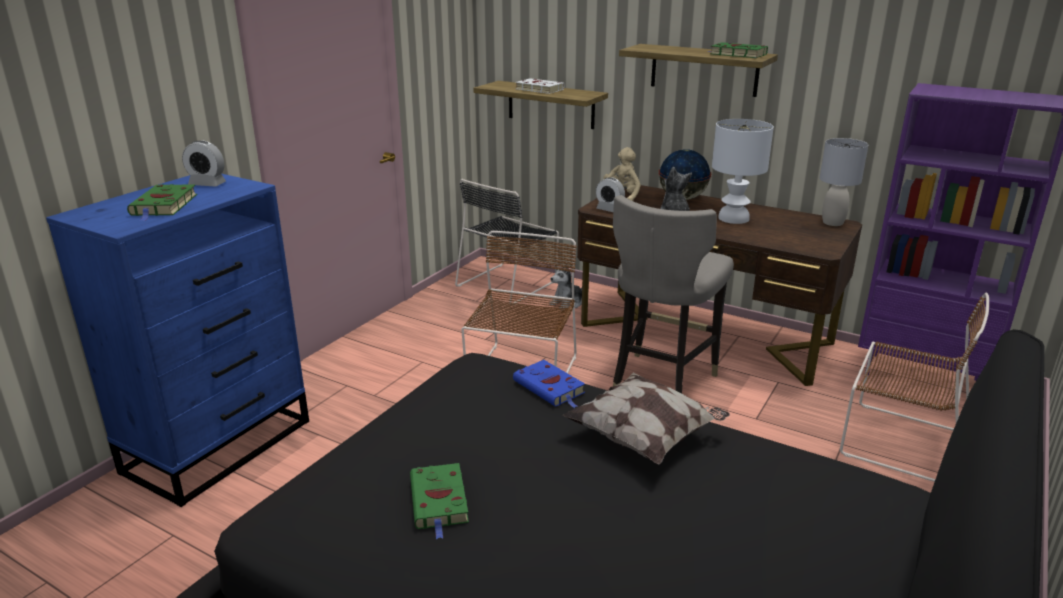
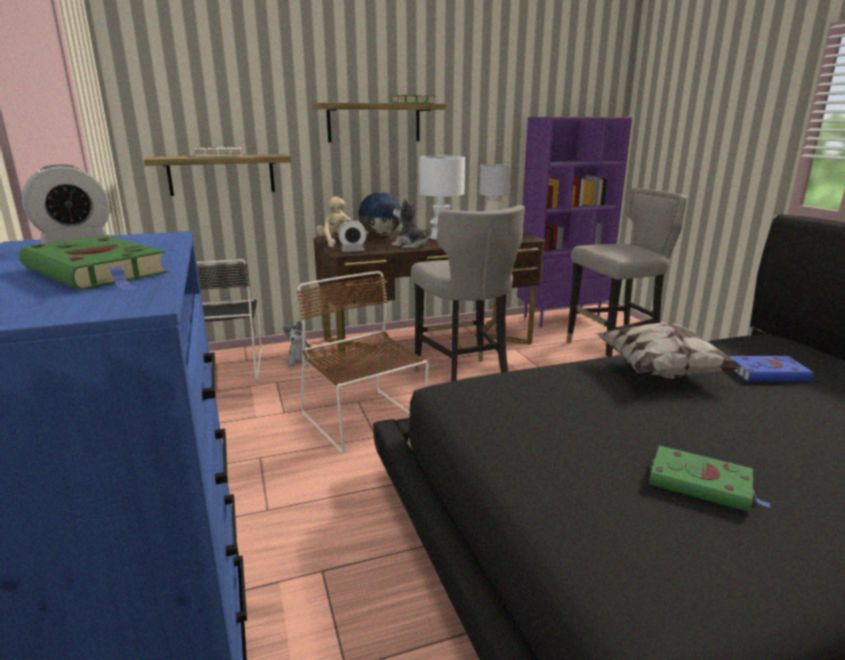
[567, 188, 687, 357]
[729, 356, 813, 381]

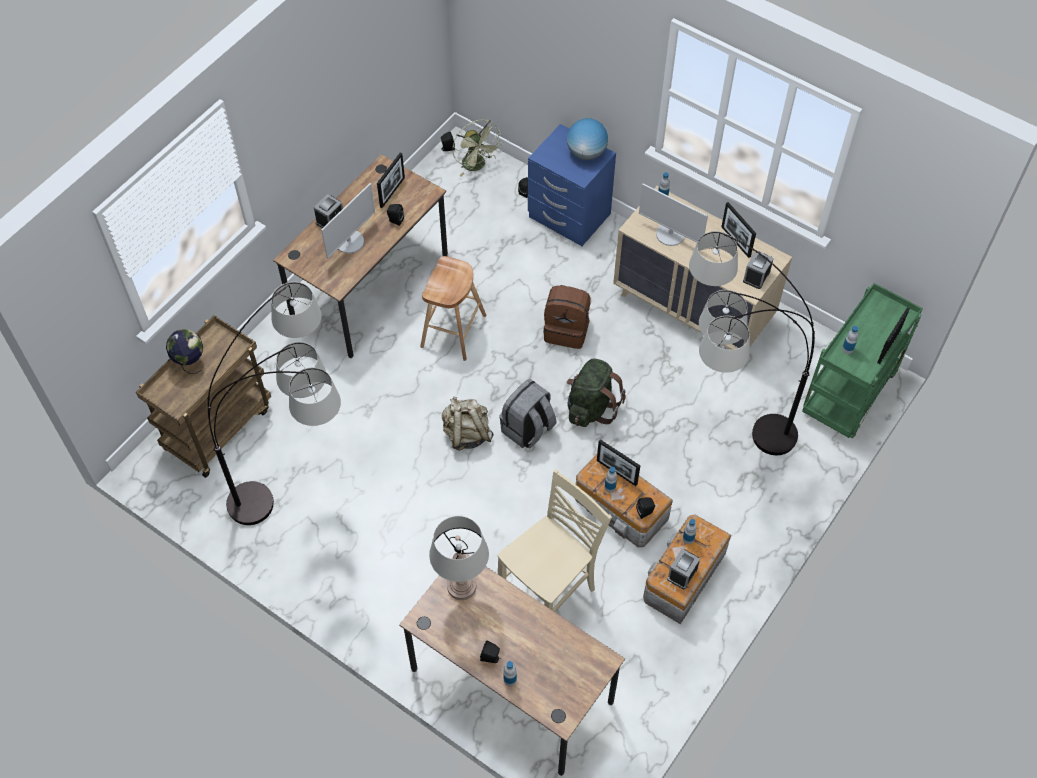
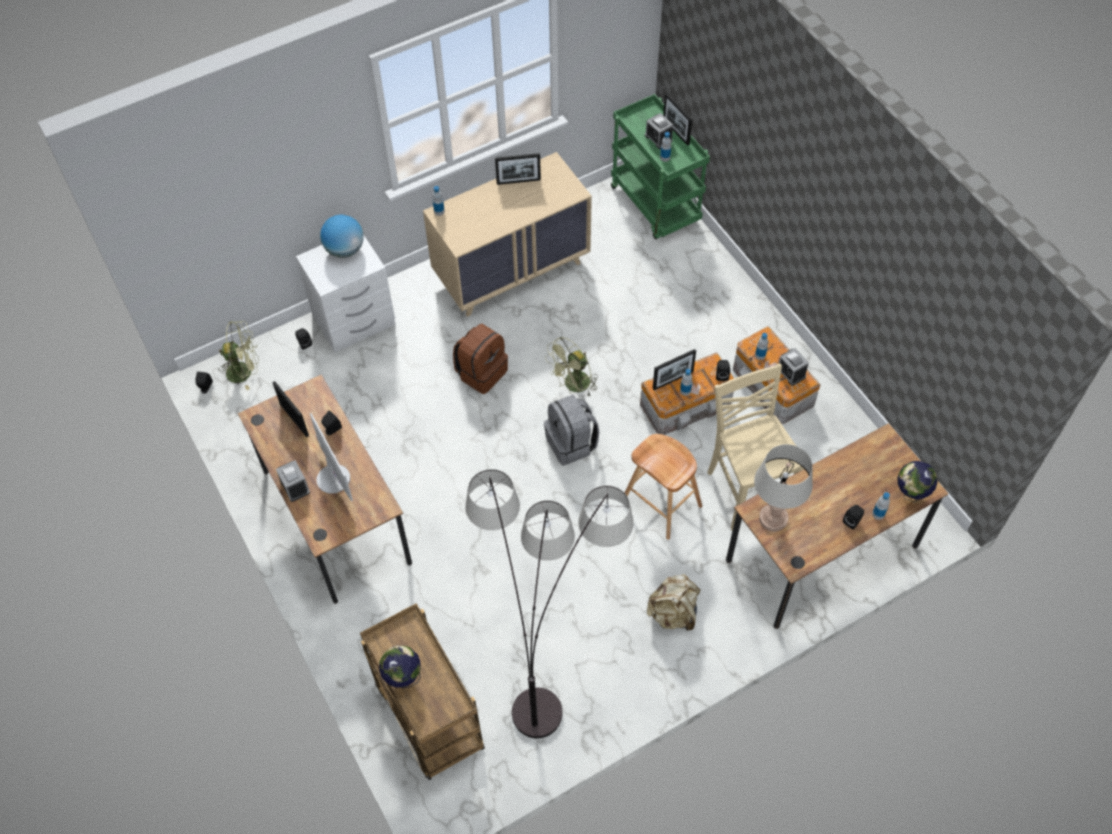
[296, 236, 395, 352]
[545, 337, 598, 396]
[624, 434, 702, 540]
[645, 113, 673, 149]
[647, 574, 700, 631]
[897, 461, 938, 502]
[639, 184, 708, 246] (first image)
[689, 231, 815, 455] (first image)

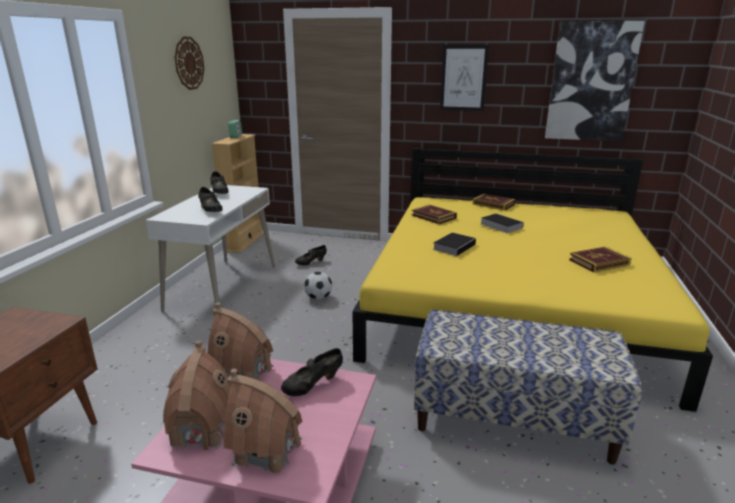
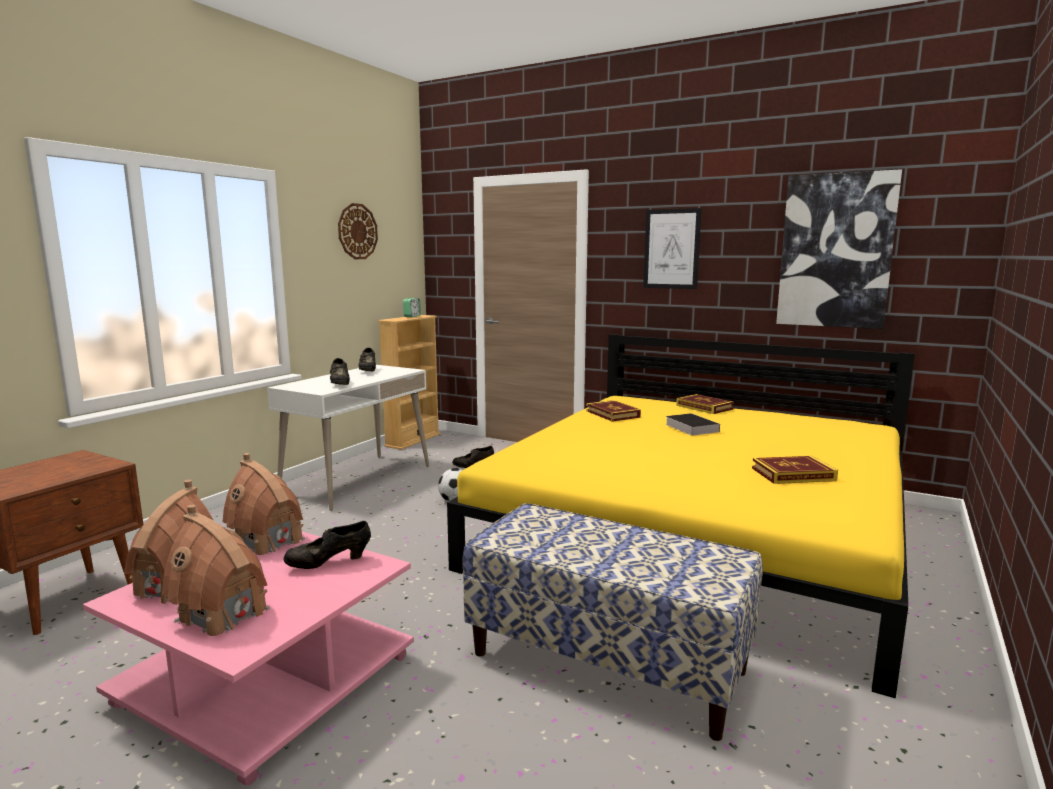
[433, 233, 476, 256] (first image)

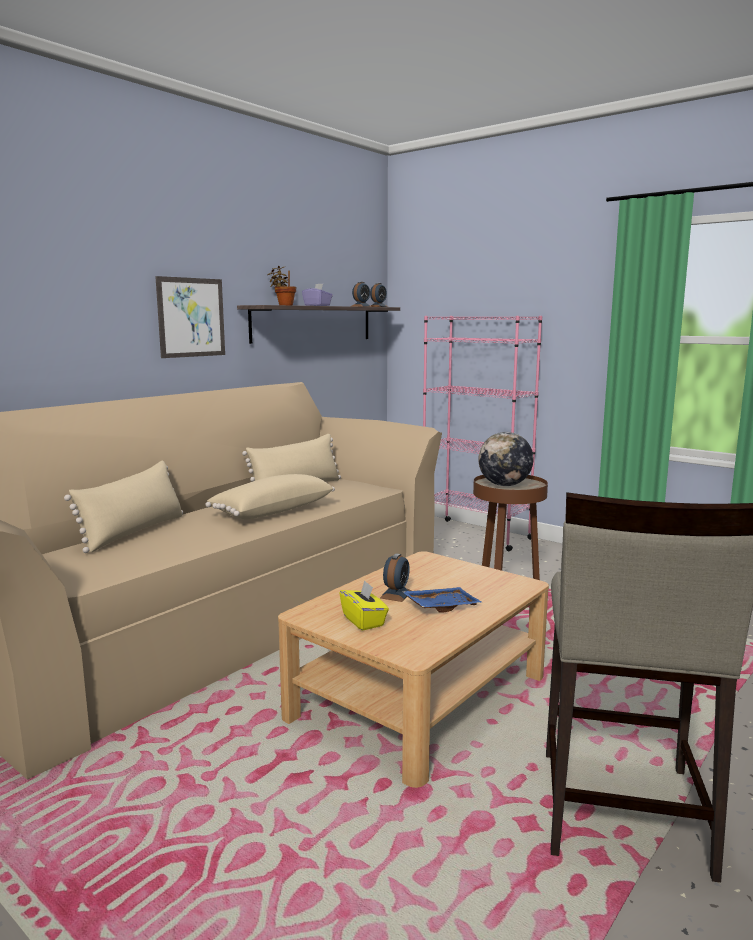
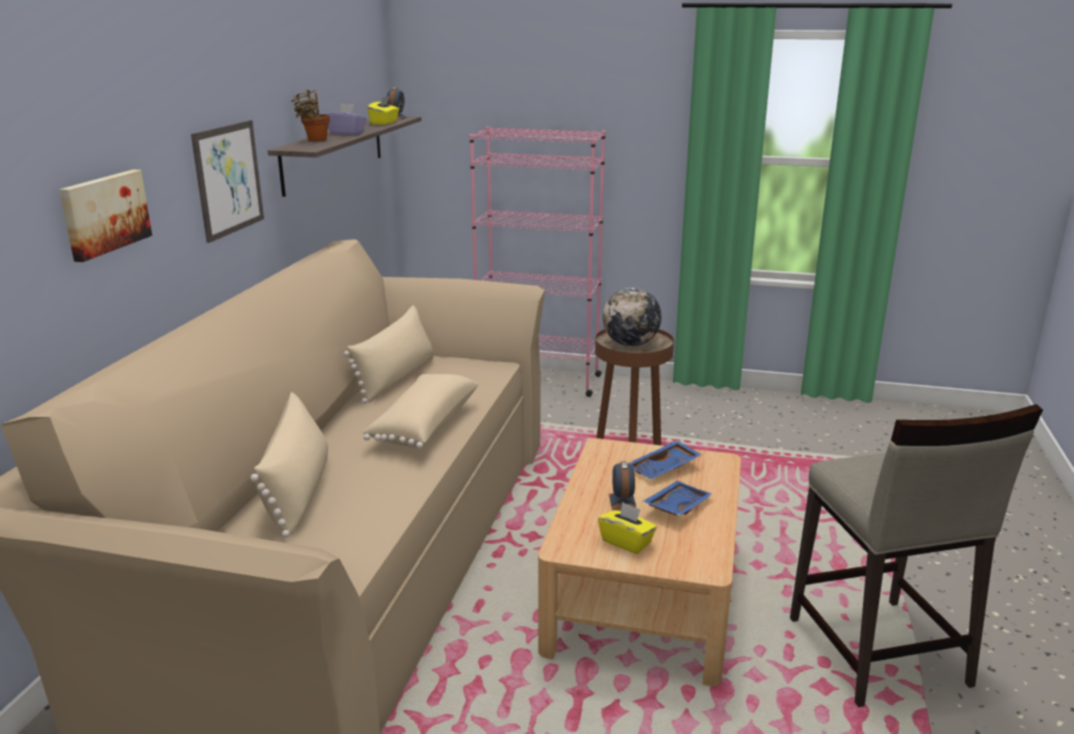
[59, 170, 152, 262]
[367, 96, 399, 125]
[628, 440, 702, 479]

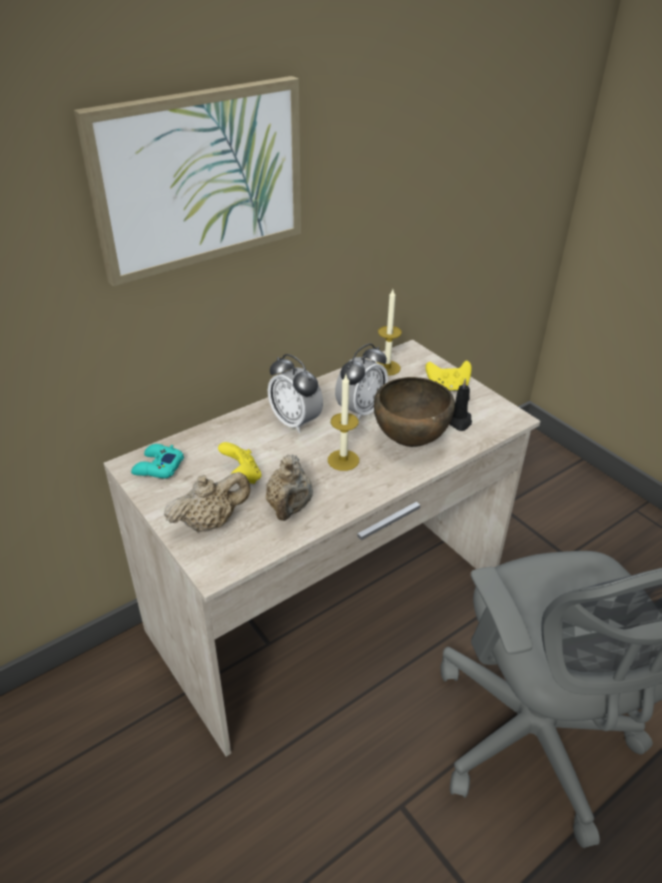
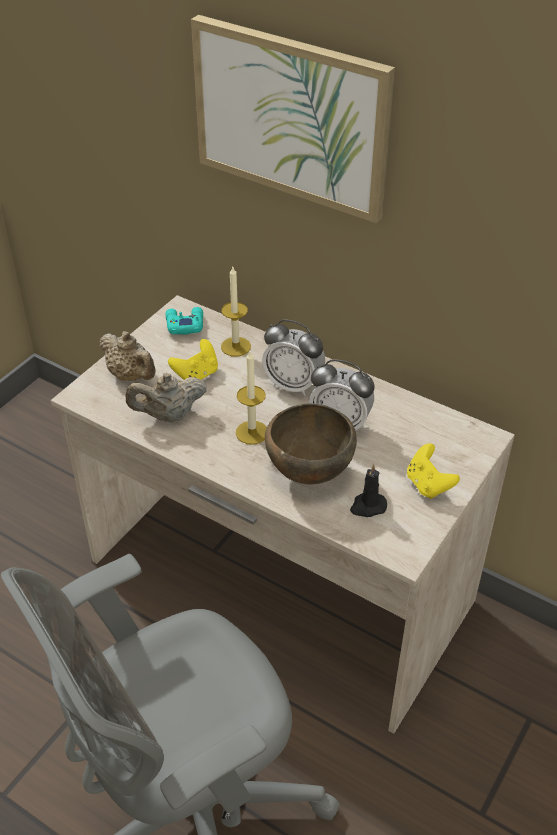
[221, 267, 251, 357]
[262, 319, 325, 396]

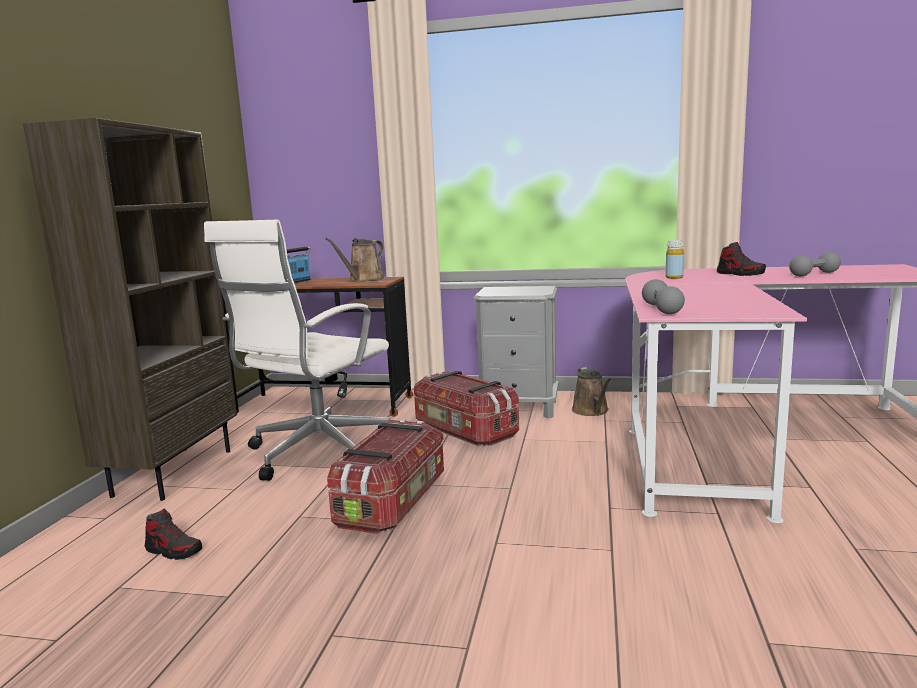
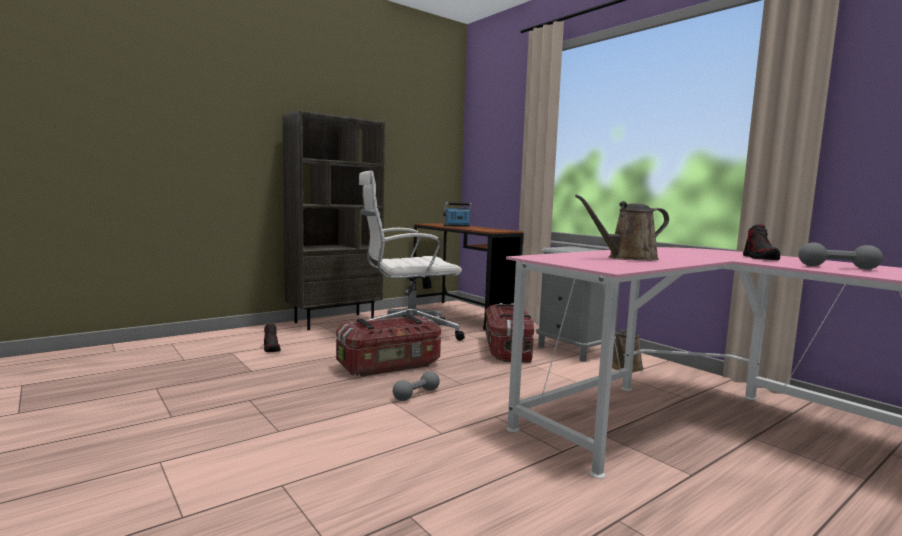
[393, 371, 440, 401]
[575, 194, 669, 261]
[666, 240, 684, 279] (first image)

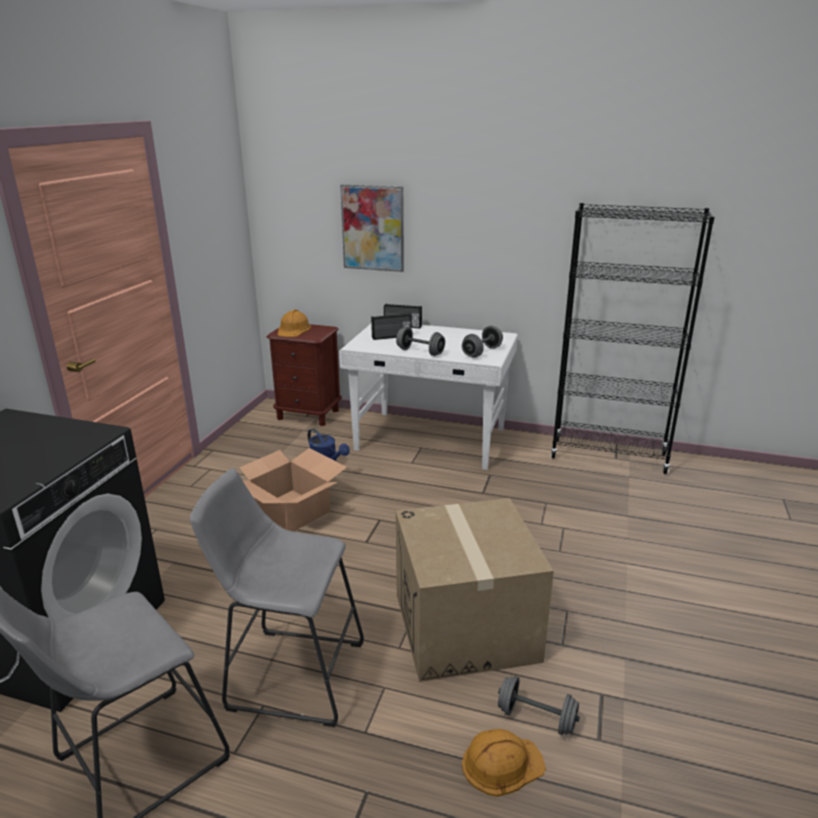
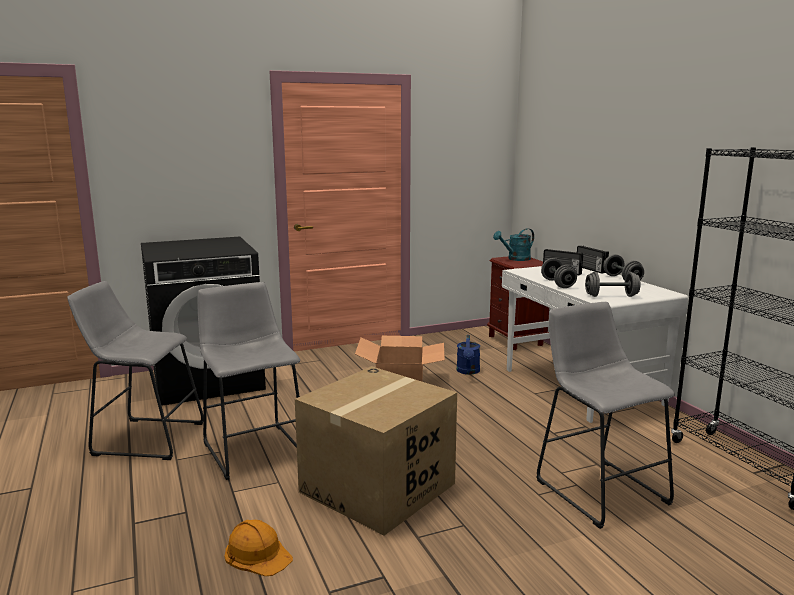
[493, 228, 534, 261]
[537, 302, 675, 529]
[603, 254, 644, 281]
[340, 185, 404, 272] (first image)

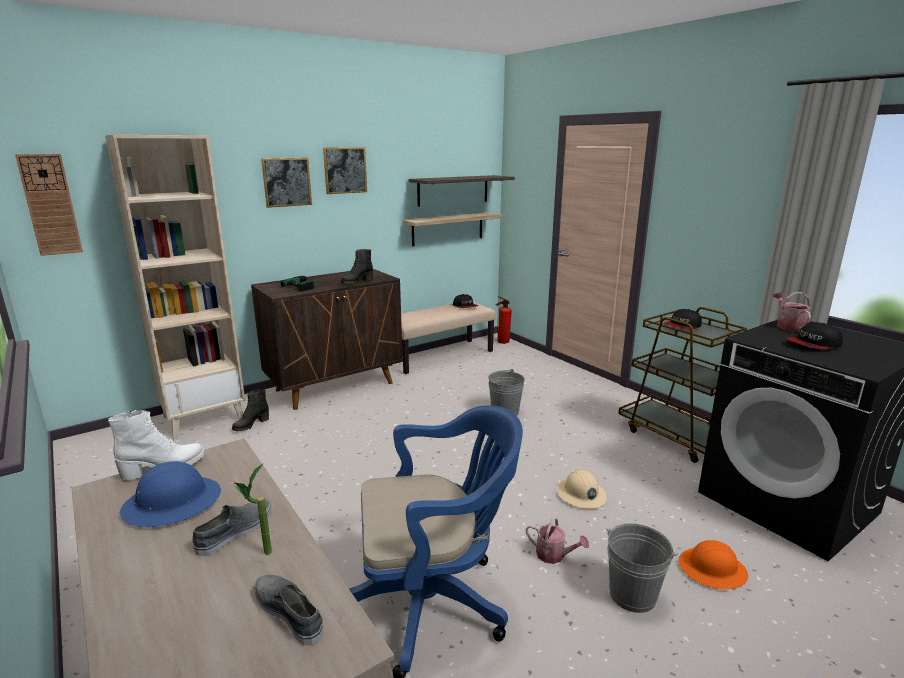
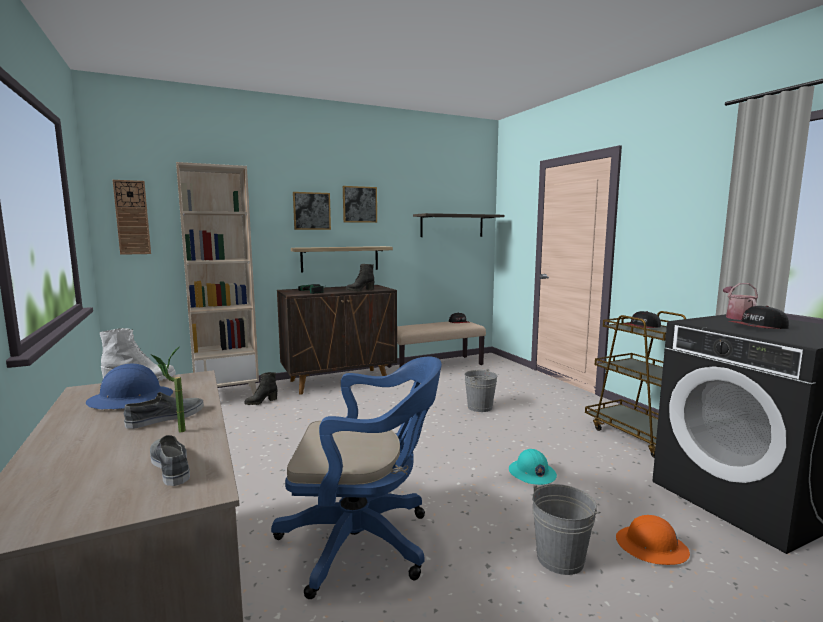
[291, 246, 393, 273]
[509, 449, 557, 485]
[496, 296, 512, 344] (first image)
[526, 518, 589, 564] (first image)

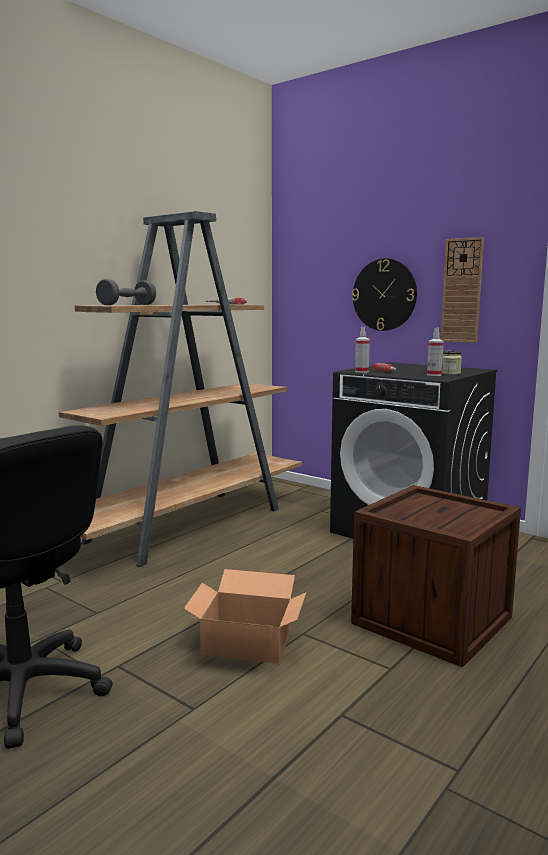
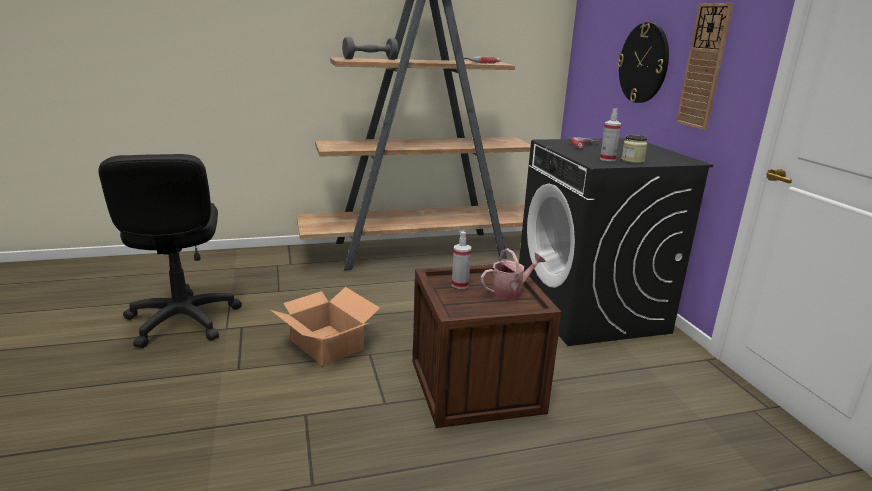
[452, 232, 471, 289]
[481, 248, 546, 300]

